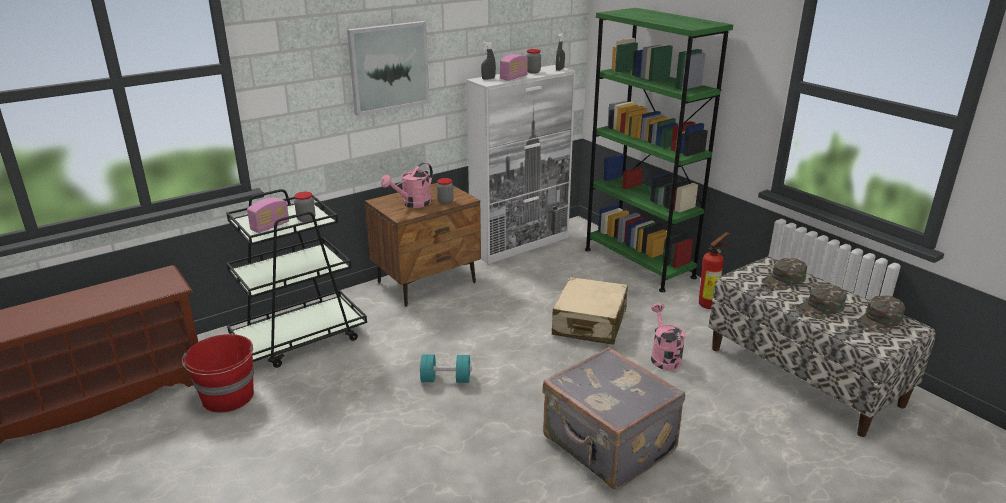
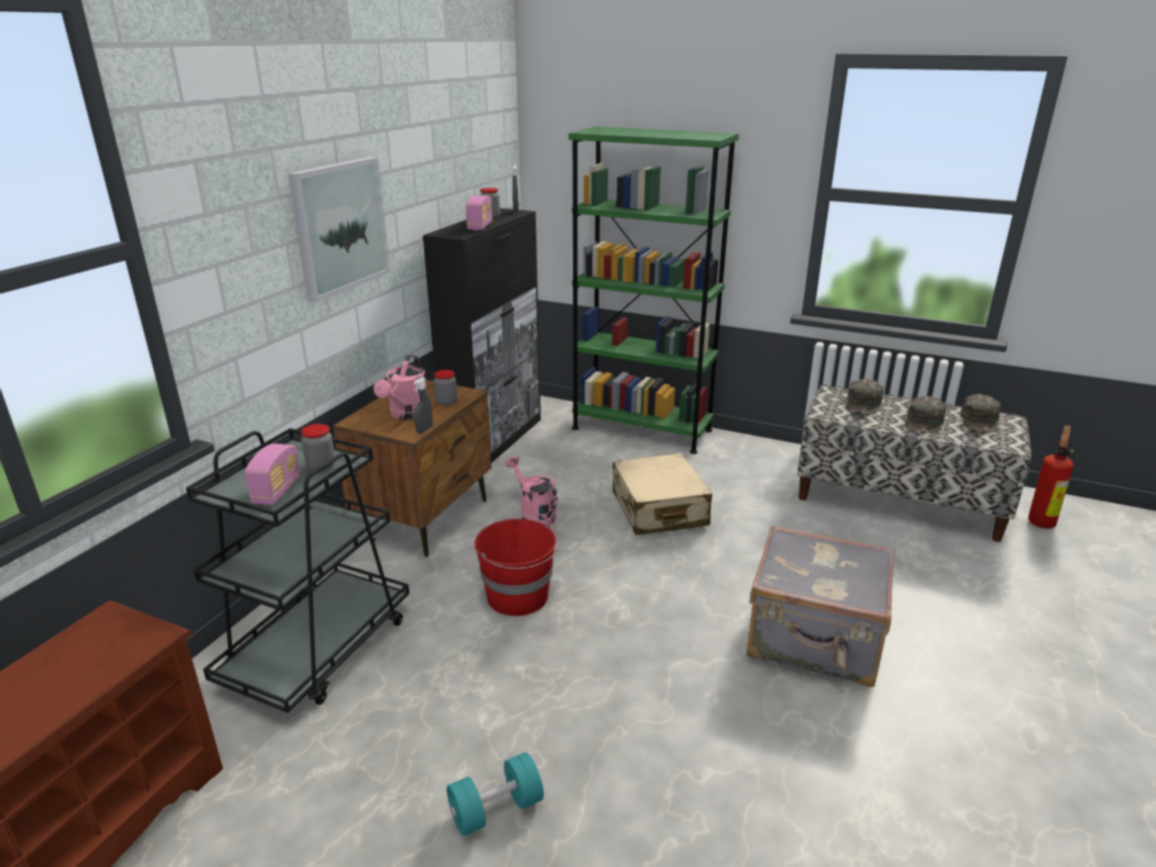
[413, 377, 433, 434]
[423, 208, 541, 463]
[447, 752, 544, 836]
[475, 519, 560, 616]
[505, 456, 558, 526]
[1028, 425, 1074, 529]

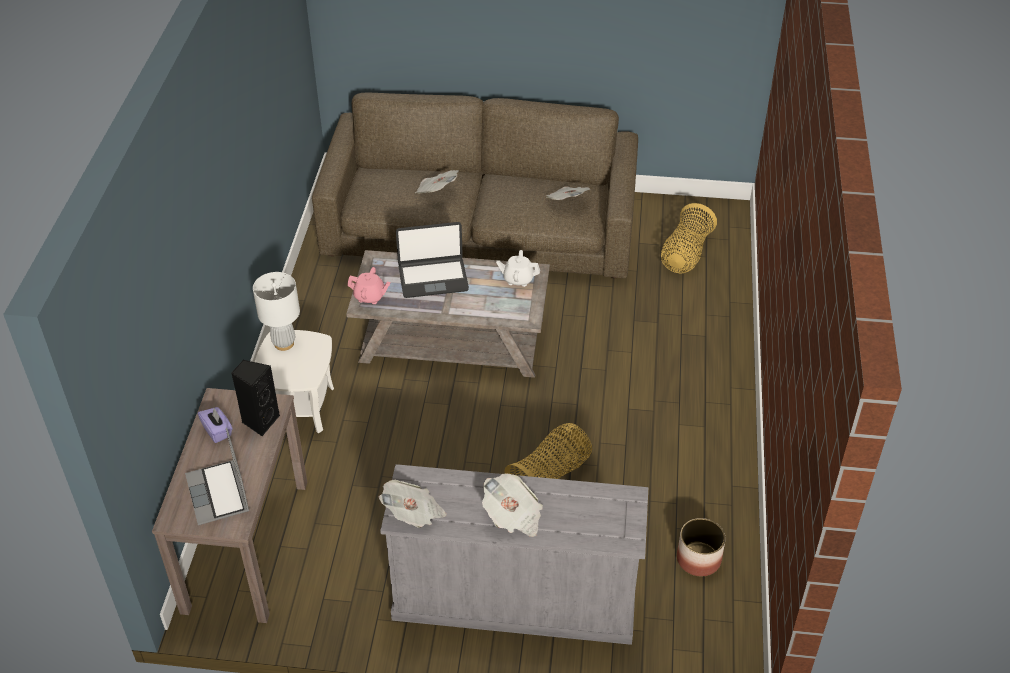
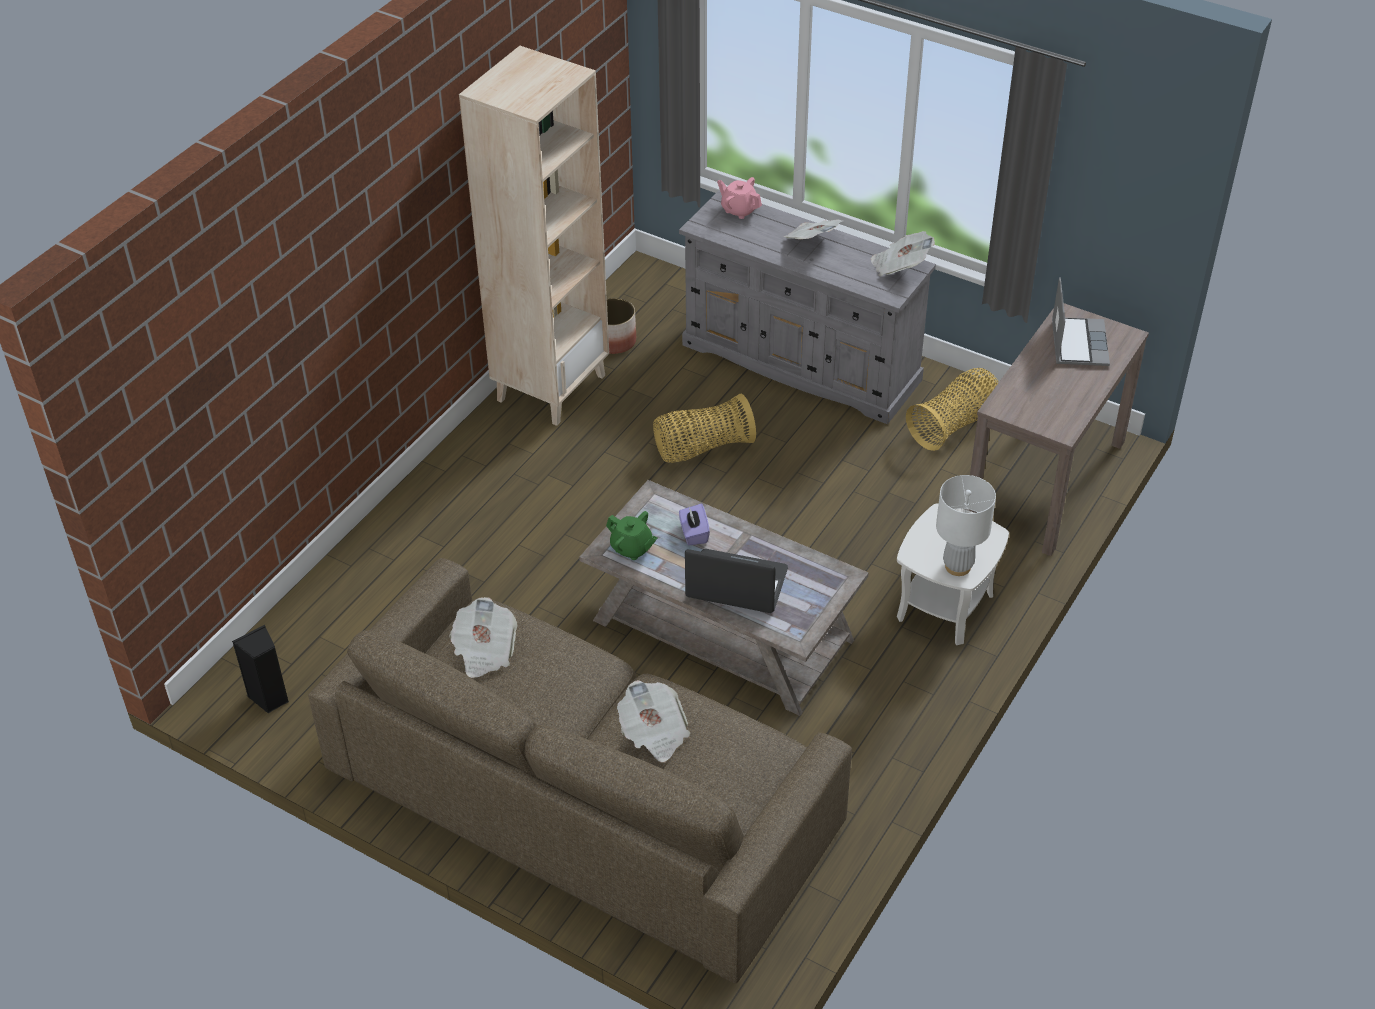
[232, 625, 289, 713]
[459, 46, 609, 426]
[606, 511, 658, 560]
[679, 504, 710, 545]
[717, 177, 762, 219]
[906, 368, 999, 451]

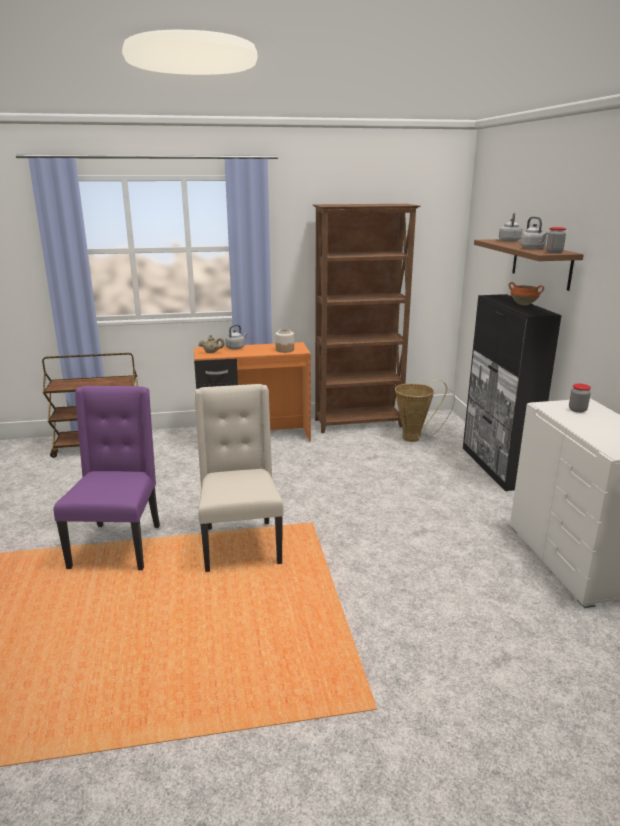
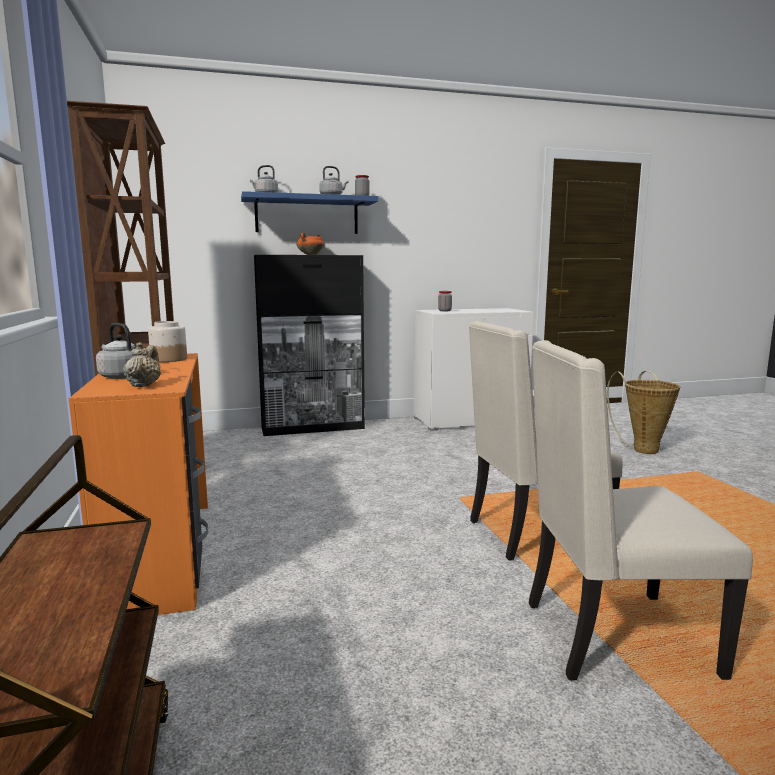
[241, 191, 379, 234]
[529, 340, 753, 680]
[607, 371, 680, 454]

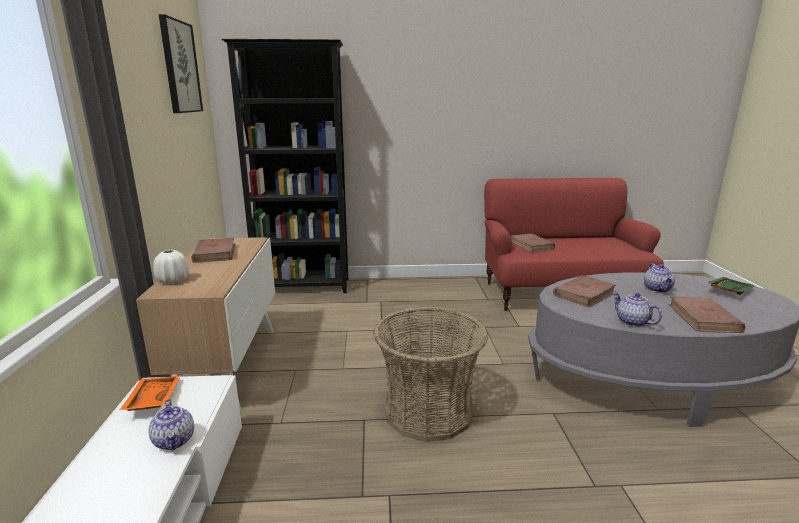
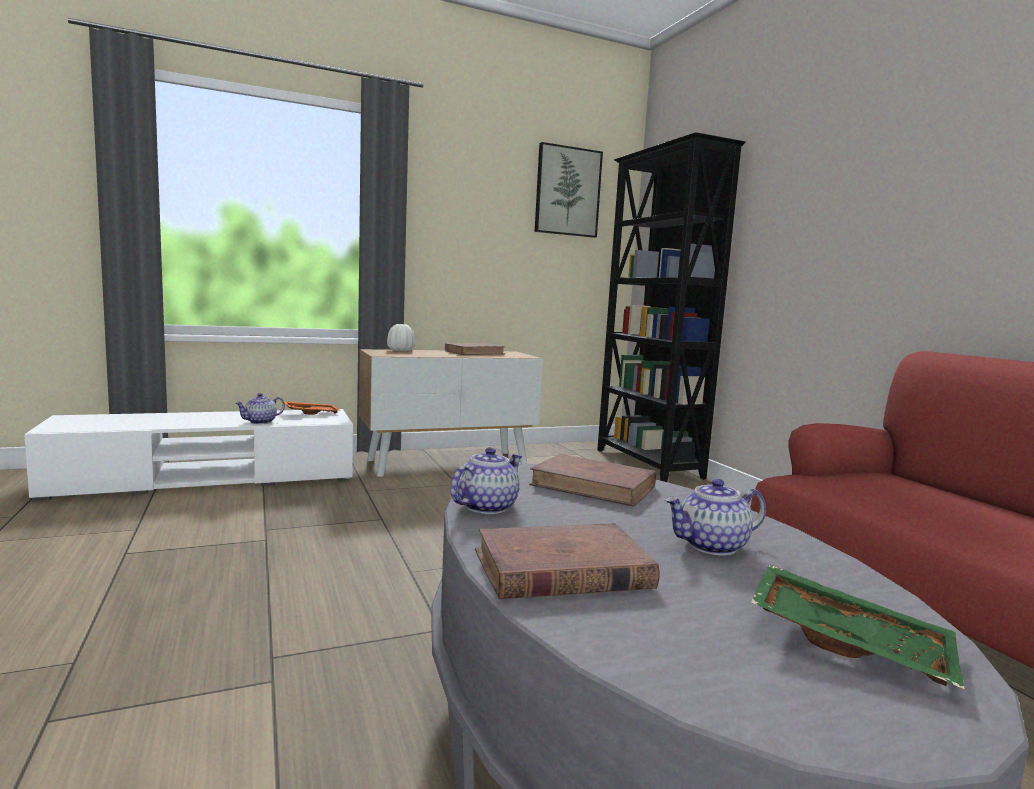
[373, 307, 488, 442] (first image)
[511, 233, 555, 252] (first image)

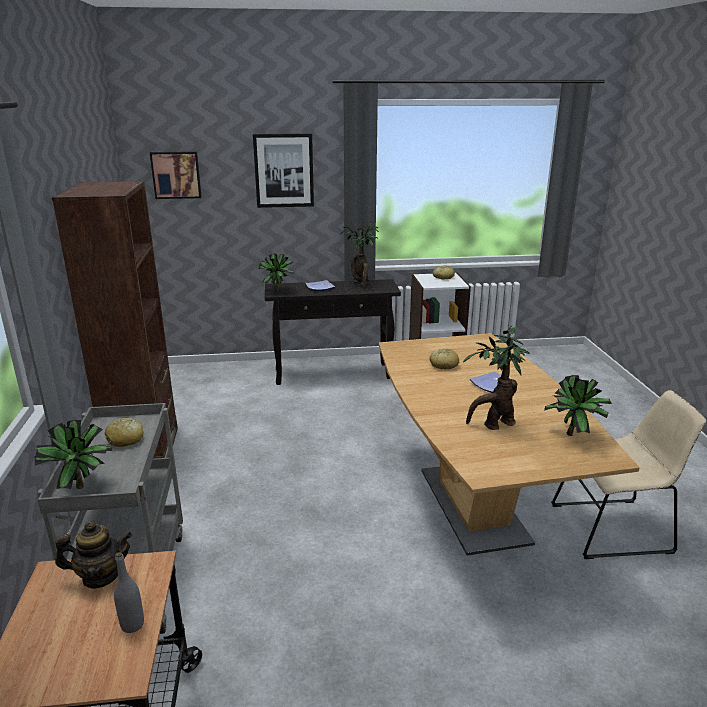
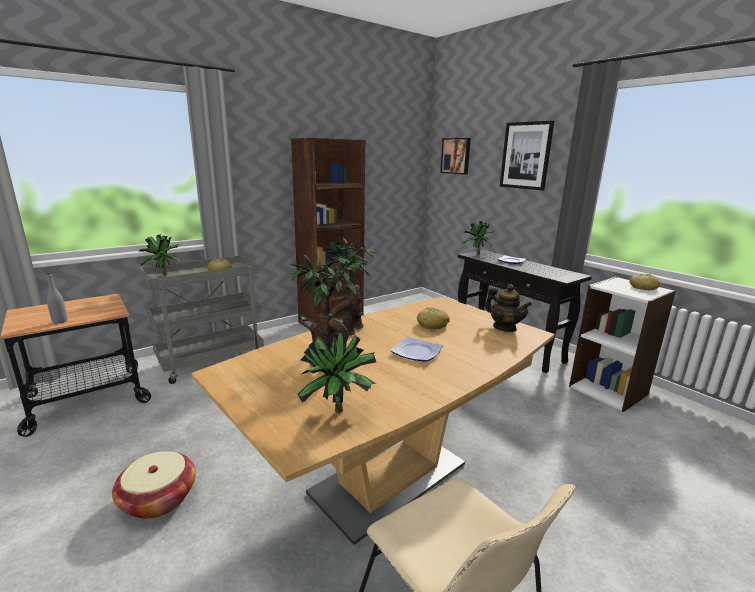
[112, 451, 196, 519]
[322, 236, 377, 335]
[485, 284, 532, 332]

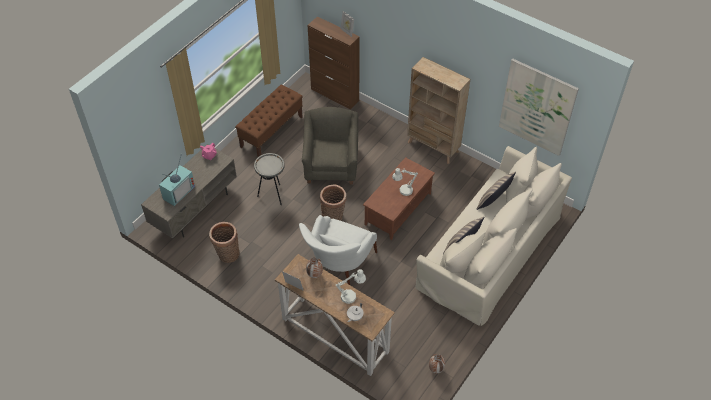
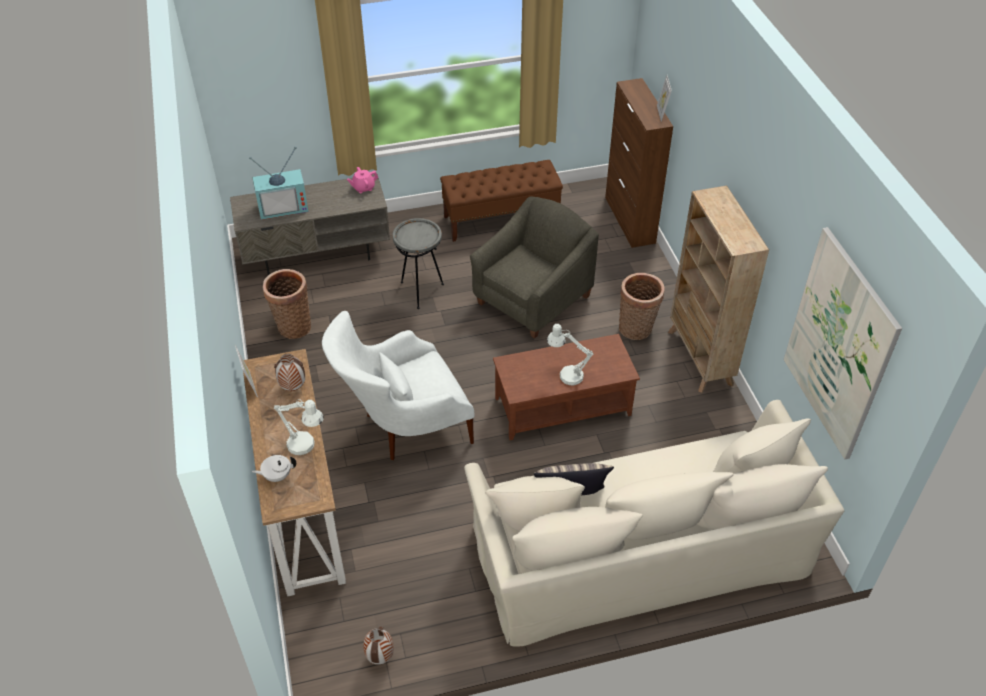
[619, 273, 665, 340]
[476, 172, 516, 210] (first image)

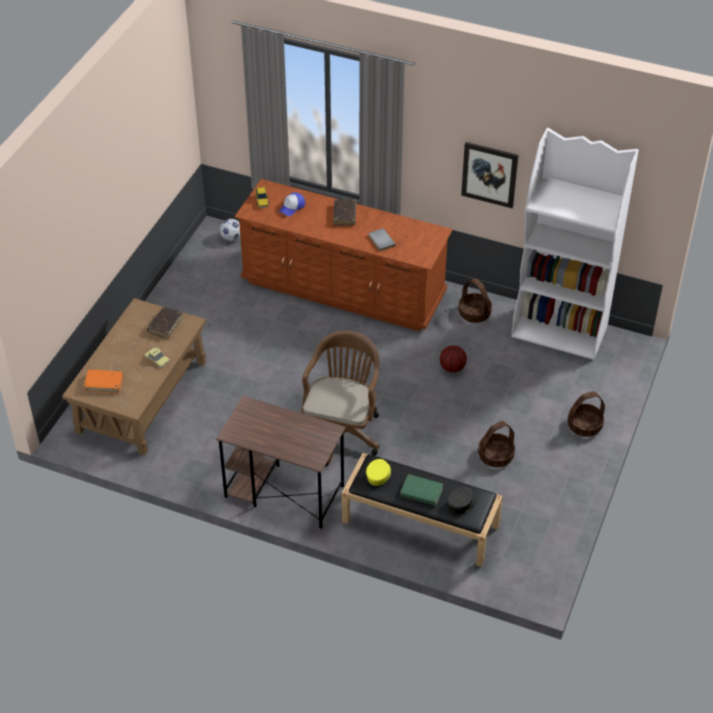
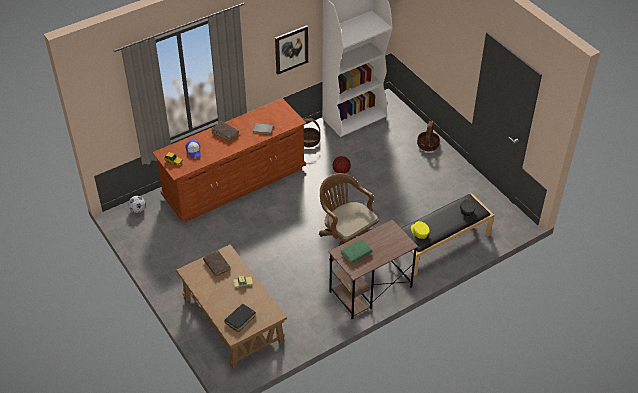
[224, 304, 256, 332]
[341, 239, 372, 264]
[478, 421, 515, 467] (first image)

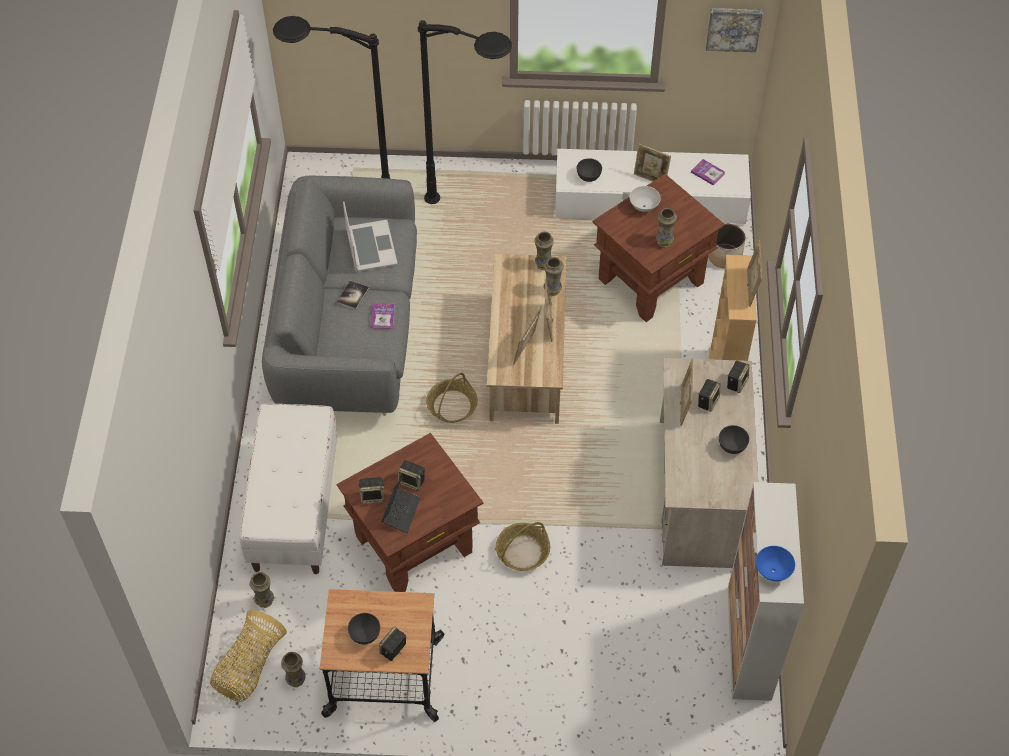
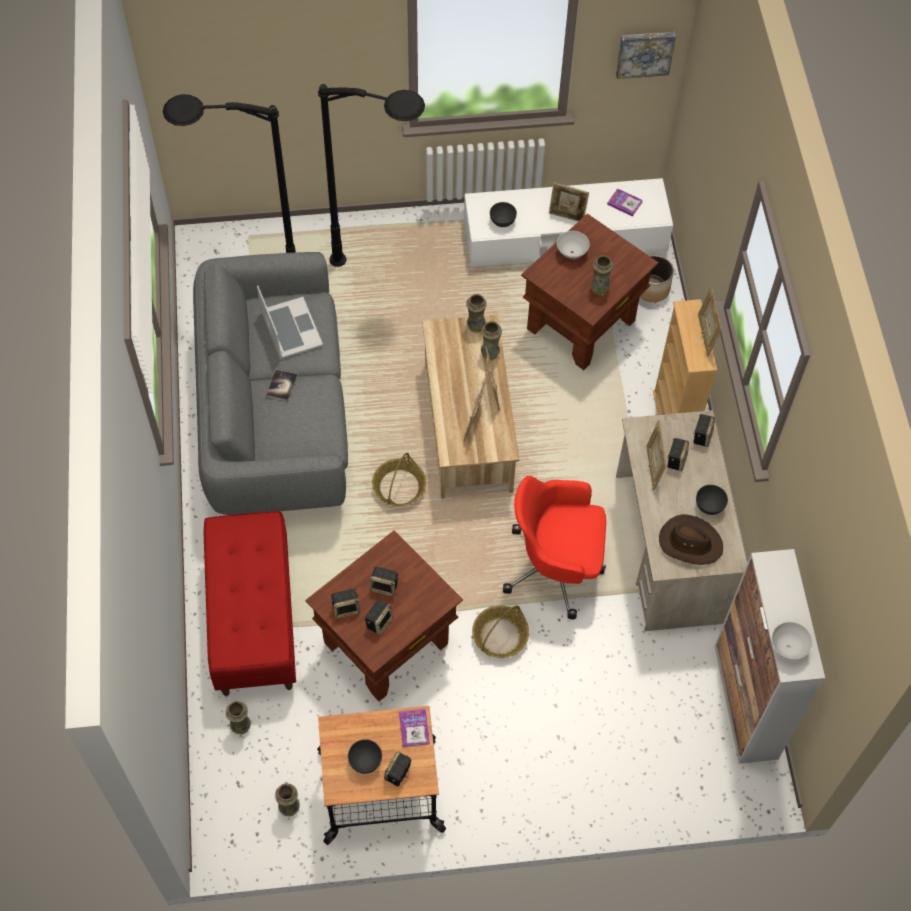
[204, 511, 296, 696]
[365, 600, 393, 635]
[399, 709, 430, 747]
[503, 476, 606, 620]
[659, 515, 723, 565]
[771, 622, 813, 660]
[210, 610, 287, 702] (first image)

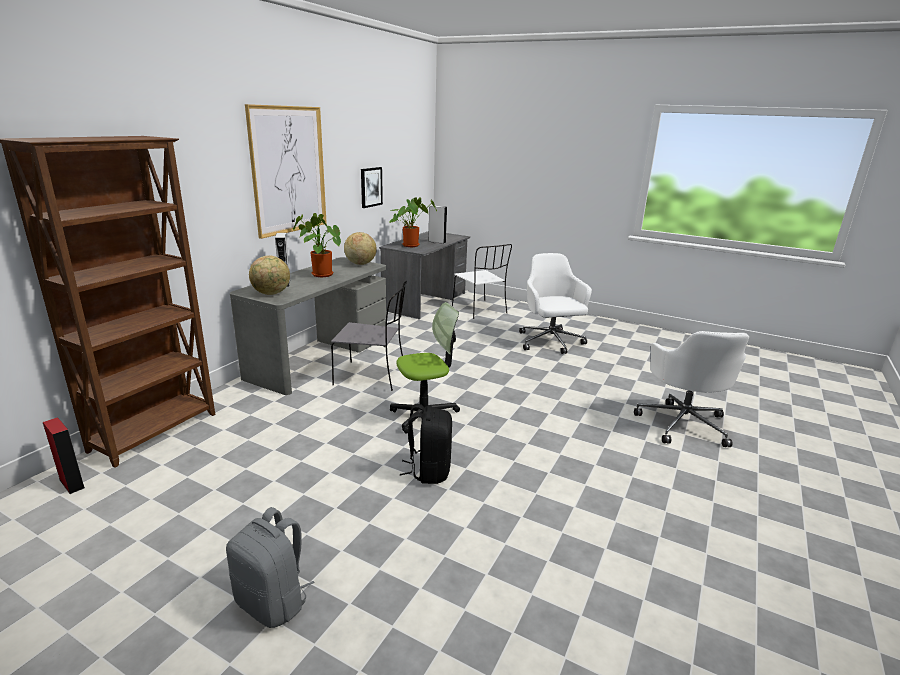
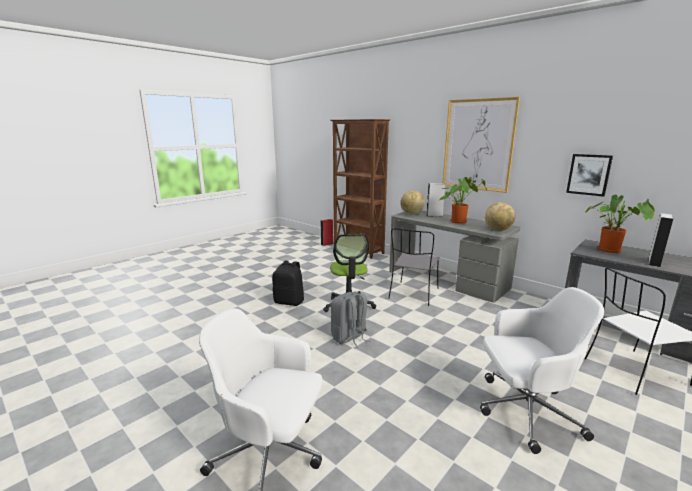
[331, 292, 370, 348]

